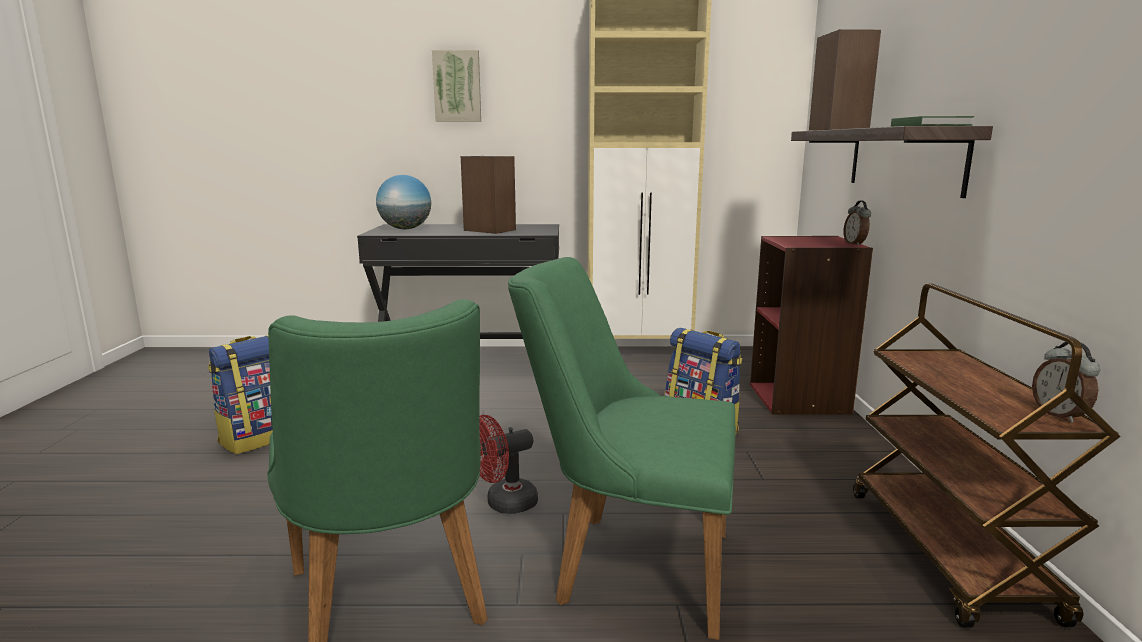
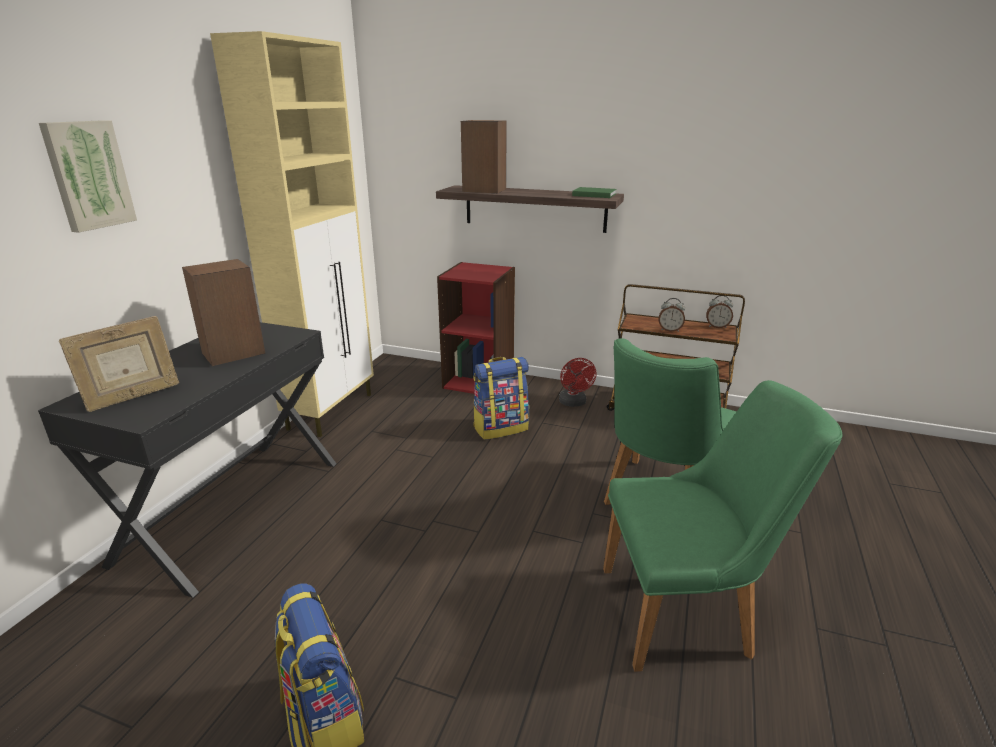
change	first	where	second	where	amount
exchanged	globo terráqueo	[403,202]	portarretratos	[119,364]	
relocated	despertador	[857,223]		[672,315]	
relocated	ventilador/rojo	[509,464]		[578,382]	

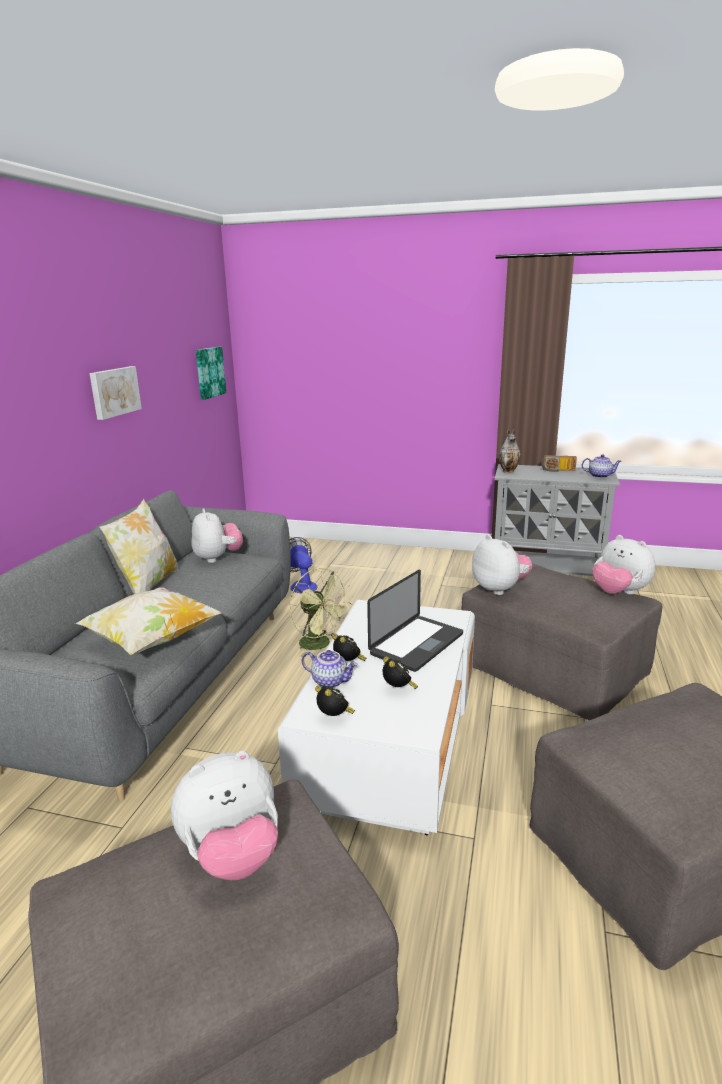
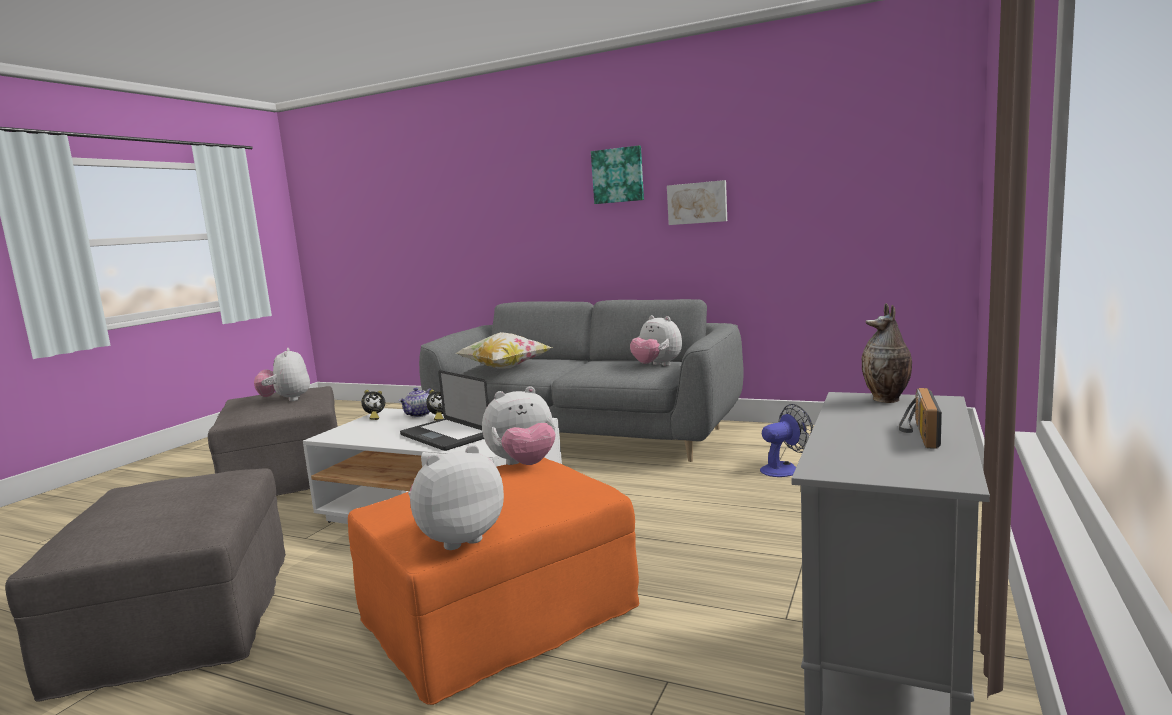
change	first	where	second	where	amount
relocated	cuadro	[211,373]		[617,174]	
missing	tetera	[601,466]			
missing	cojín	[139,546]			
spun	peluche	[217,535]		[656,340]	60 degrees clockwise
colour	puf/gris	[561,642]	puf/naranja	[493,581]	
missing	ventilador/verde	[321,612]			
missing	despertador	[400,673]			

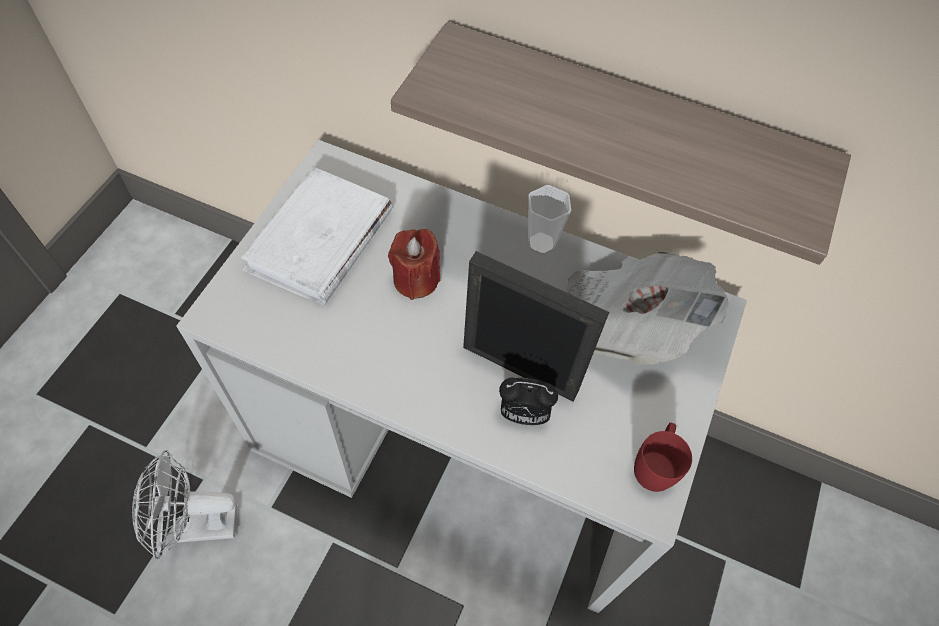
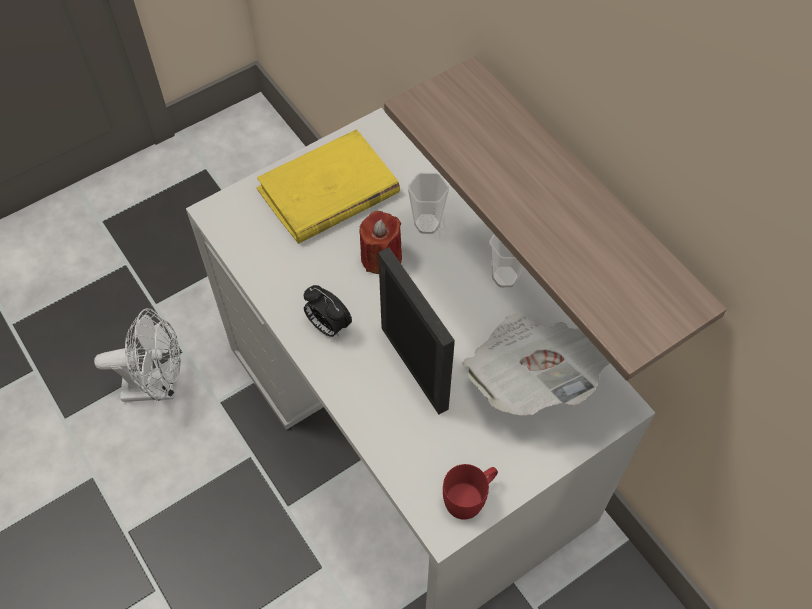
change	first	where	second	where	amount
colour	libro/blanco	[316,236]	libro/amarillo	[328,186]	
relocated	despertador	[528,401]		[328,311]	
spun	ventilador/blanco	[184,504]		[137,355]	150 degrees clockwise
appeared			taza	[428,203]	

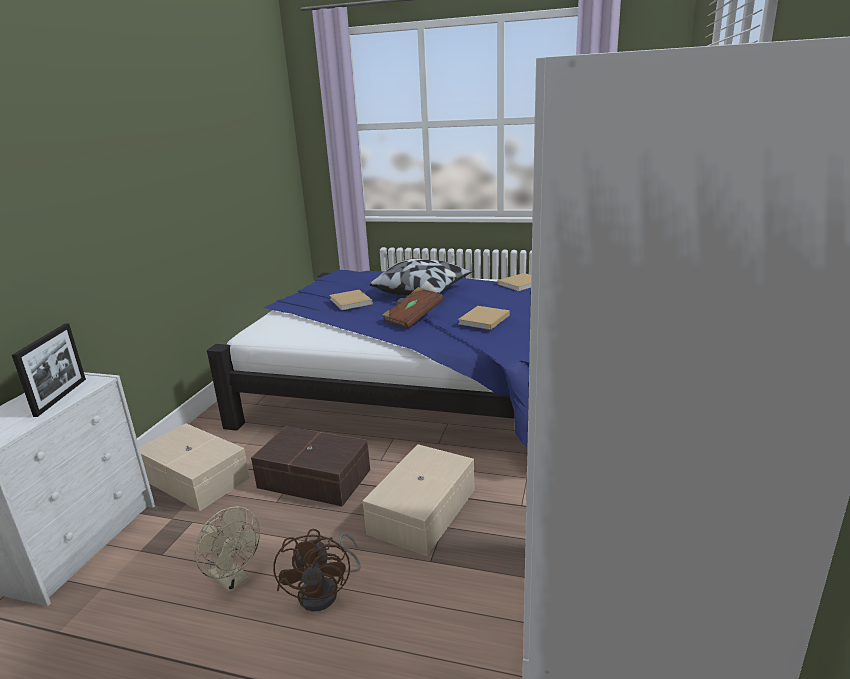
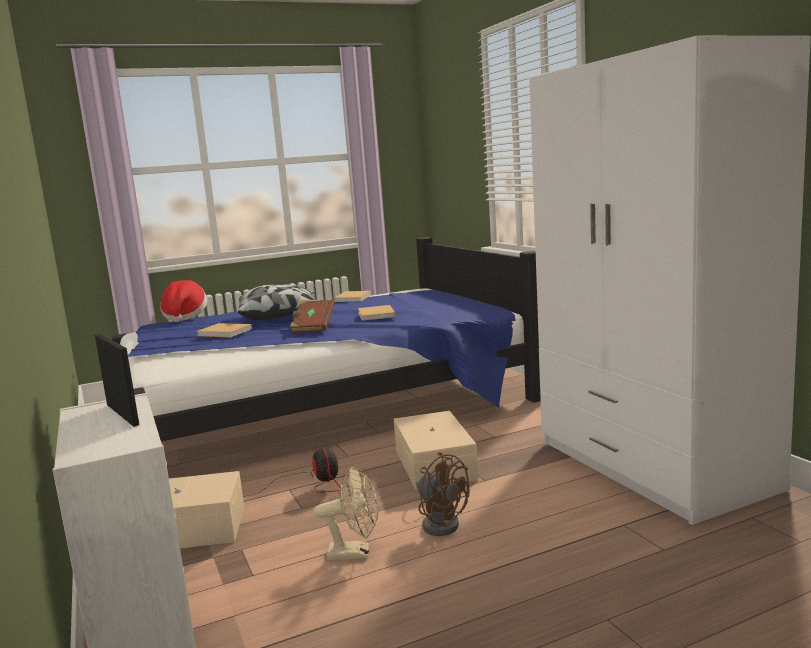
change	first	where	second	where	amount
exchanged	caja de almacenaje/marrón	[310,466]	ventilador	[294,471]	
appeared			sombrero	[184,301]	

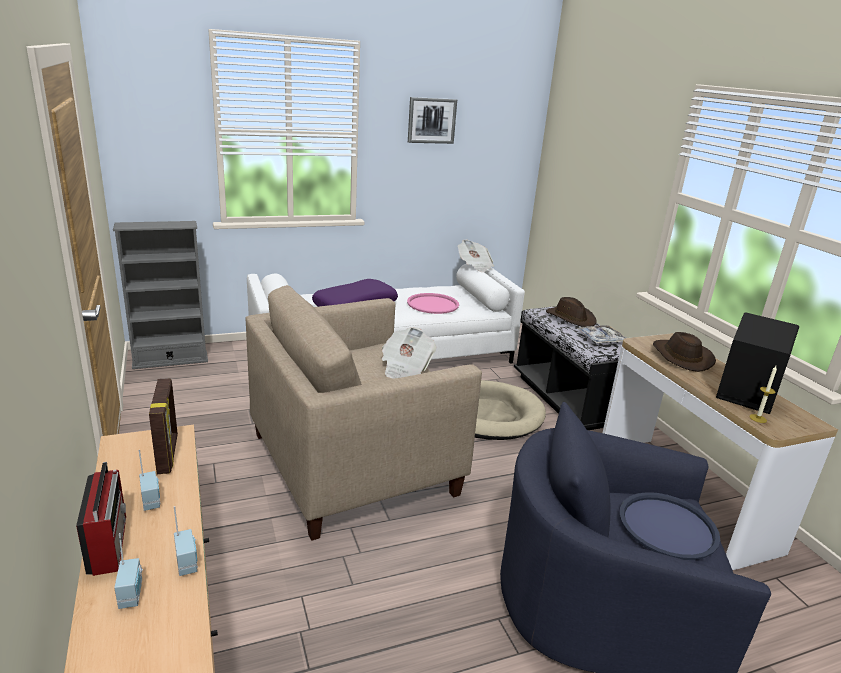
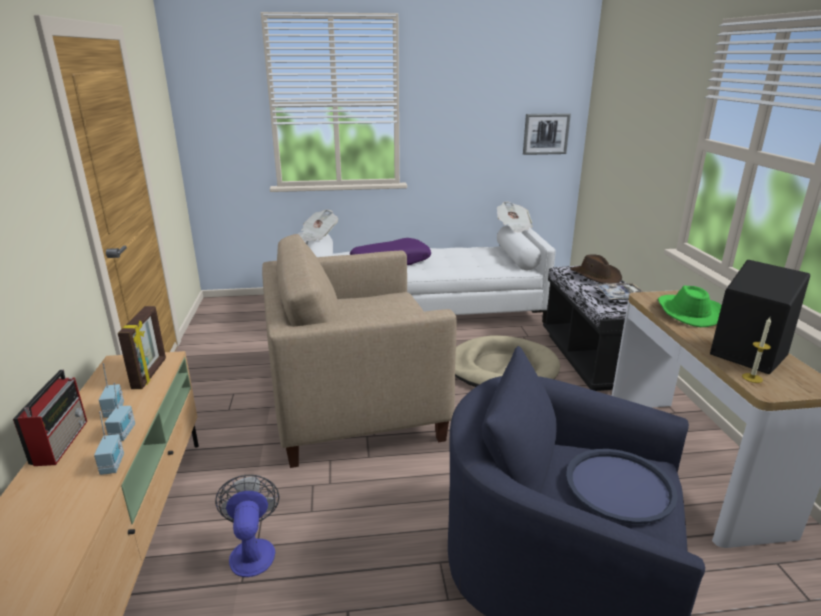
change	first	where	second	where	amount
relocated	cuadro	[432,120]		[547,134]	
missing	estantería/gris	[160,295]			
missing	bandeja/rosa	[433,303]			
relocated	periódico	[408,353]		[319,225]	
colour	sombrero/marrón	[684,352]	sombrero/verde	[690,306]	
relocated	radio	[128,571]		[120,412]	
appeared			ventilador	[247,526]	

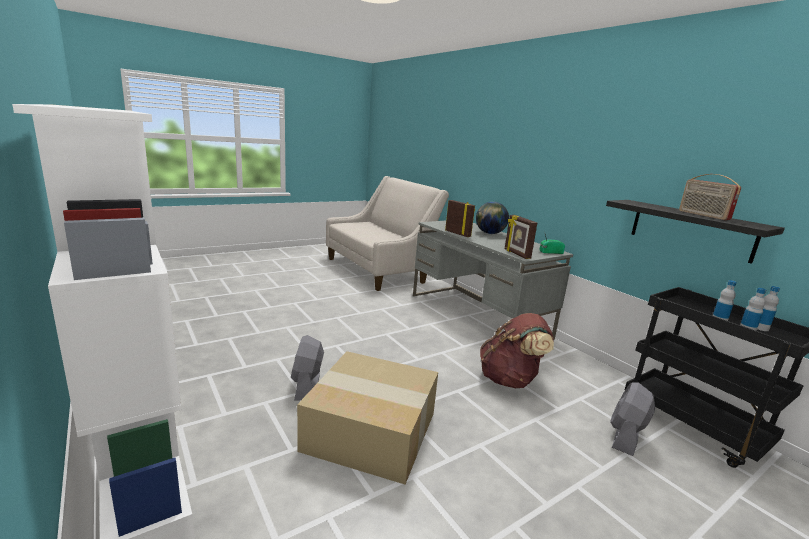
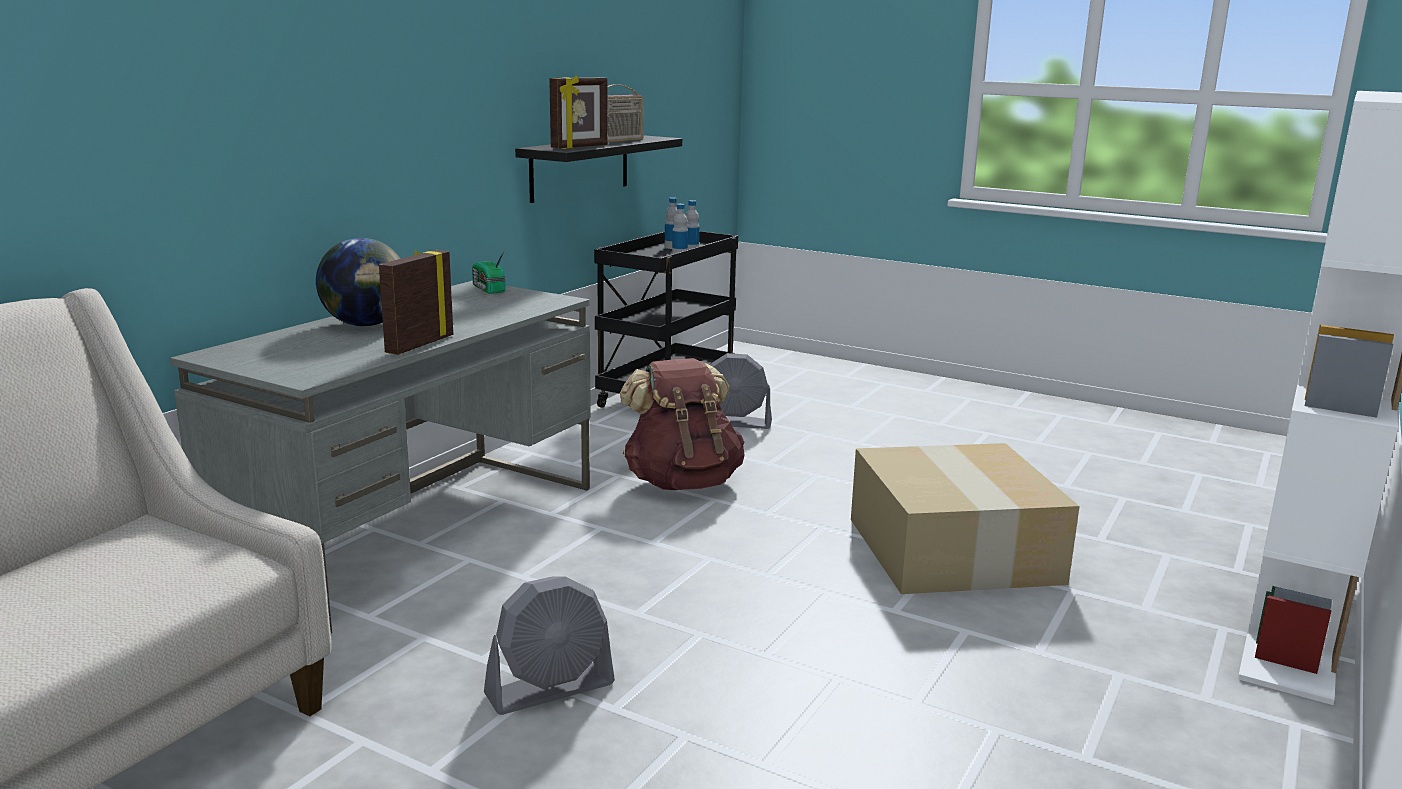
change	first	where	second	where	amount
relocated	portarretratos	[521,237]		[578,112]	
relocated	ventilador/gris	[307,368]		[549,646]	

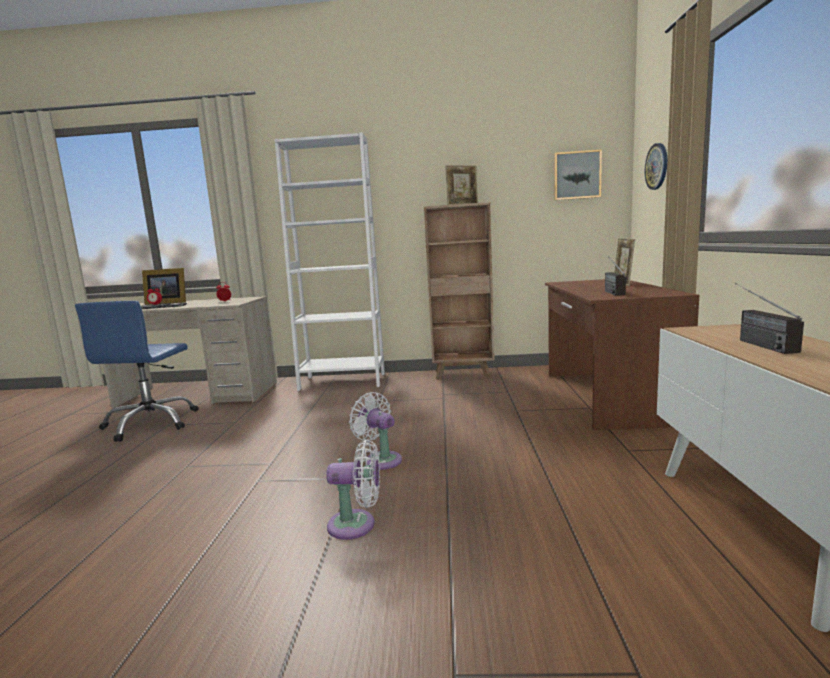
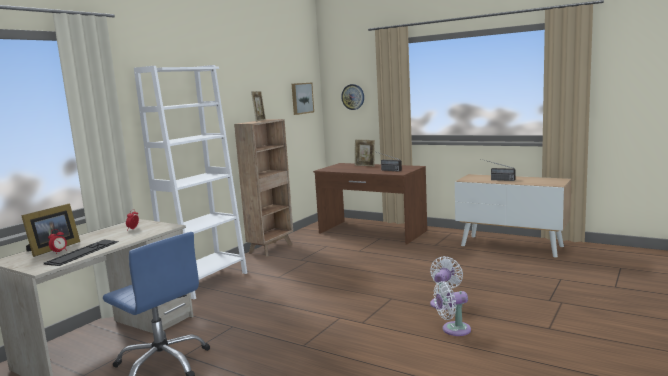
change	first	where	second	where	amount
relocated	ventilador/blanco	[375,431]		[452,308]	

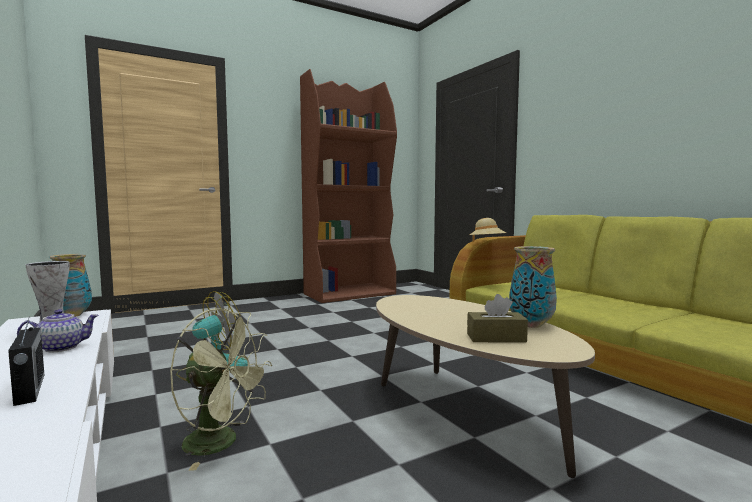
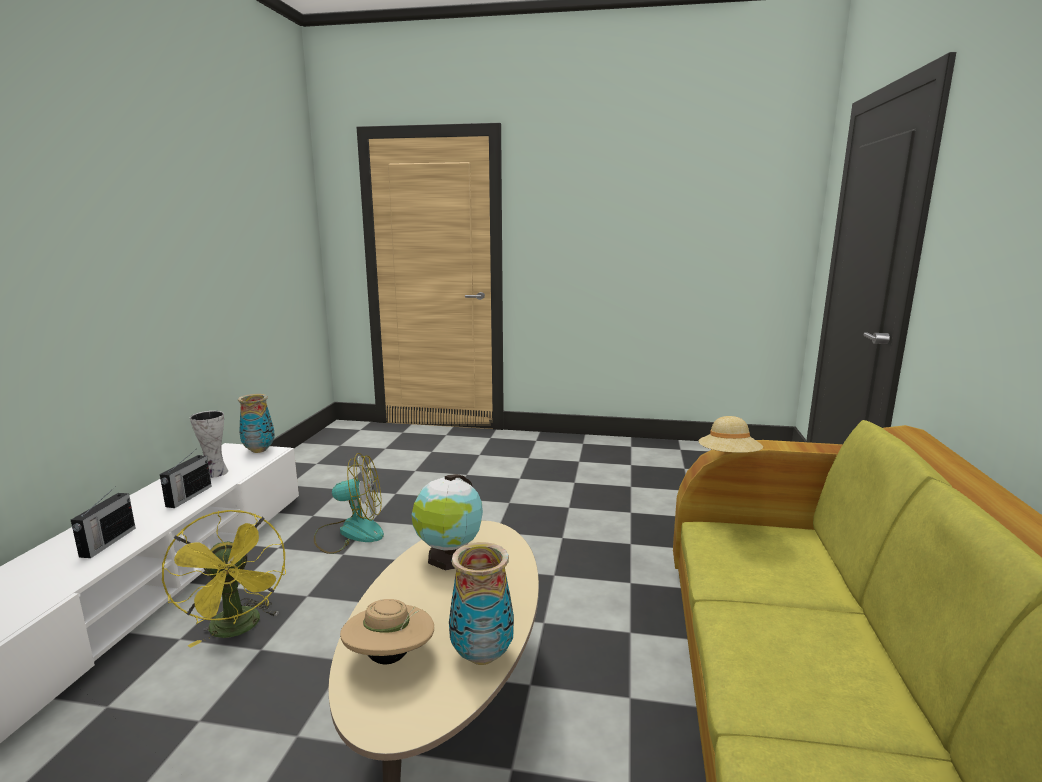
change	first	where	second	where	amount
missing	estantería/marrón	[348,186]			
exchanged	caja de pañuelos/marrón	[497,318]	sombrero/beis	[387,631]	
colour	ventilador/verde	[221,389]	ventilador/amarillo	[224,579]	
exchanged	tetera	[58,330]	radio	[186,479]	
appeared			globo terráqueo	[447,522]	

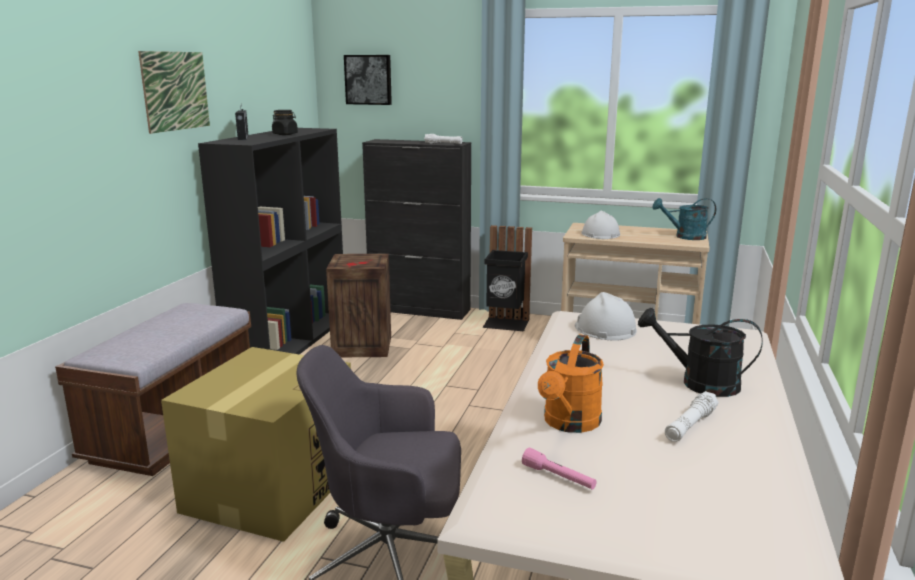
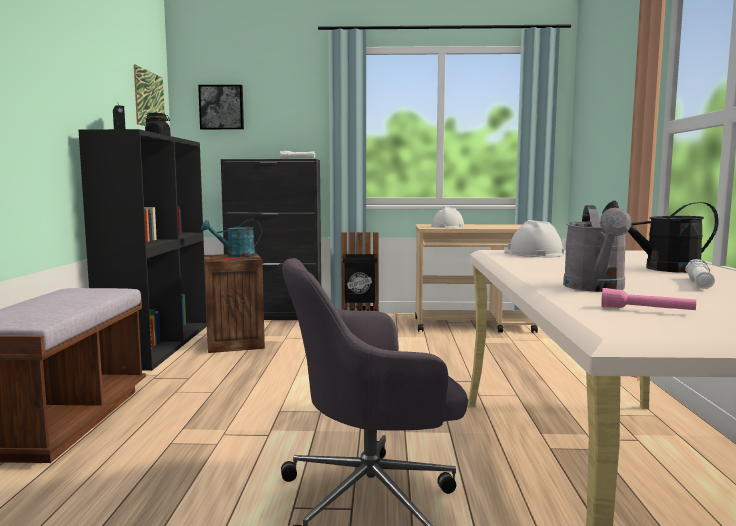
change	first	where	second	where	amount
relocated	cuadro	[174,92]		[149,95]	
relocated	regadera/turquesa	[684,219]		[231,238]	
colour	regadera/naranja	[571,383]	regadera/gris	[597,248]	
missing	caja de cartón	[256,444]			

